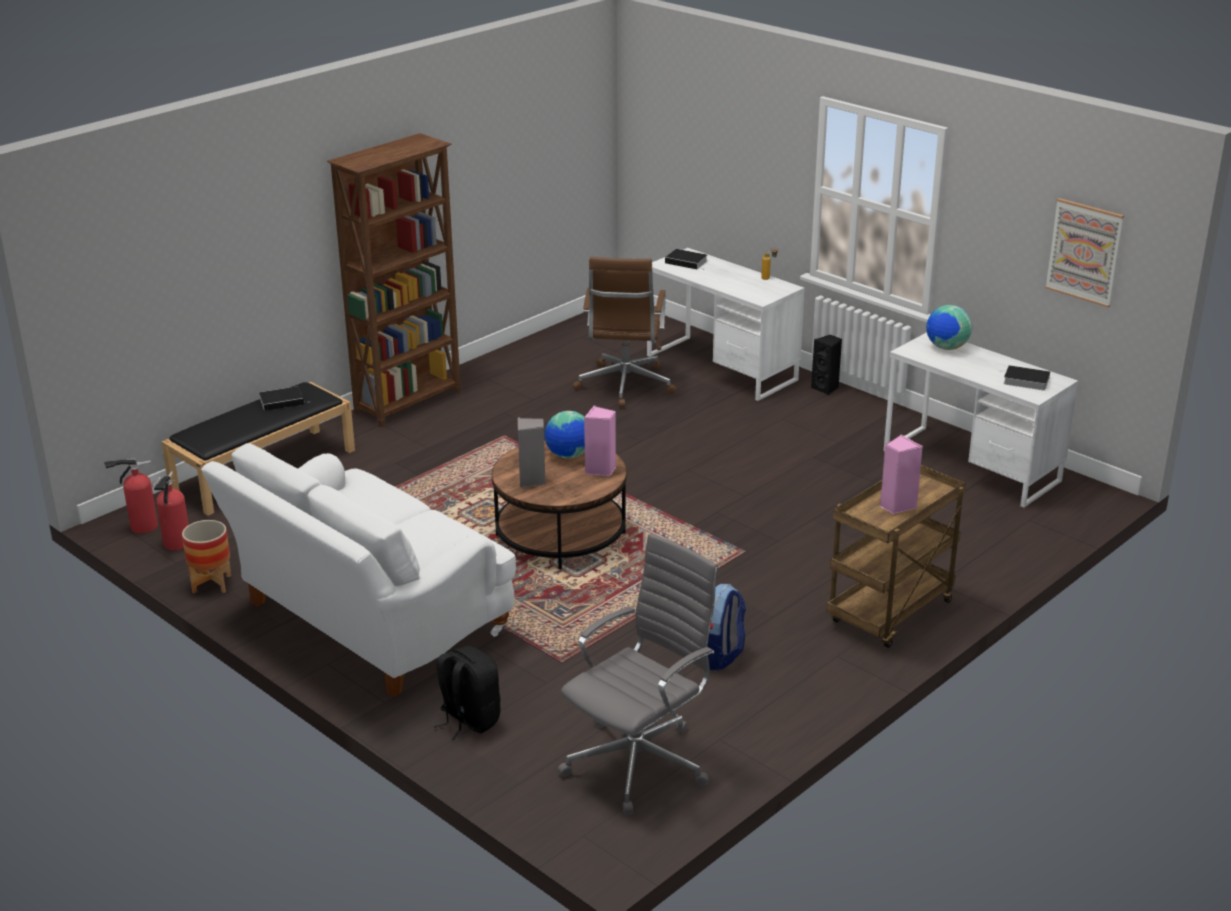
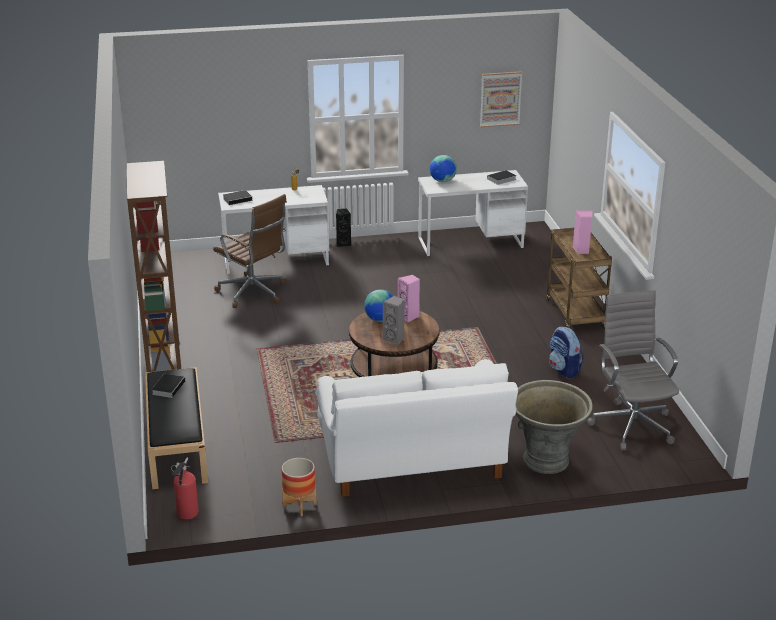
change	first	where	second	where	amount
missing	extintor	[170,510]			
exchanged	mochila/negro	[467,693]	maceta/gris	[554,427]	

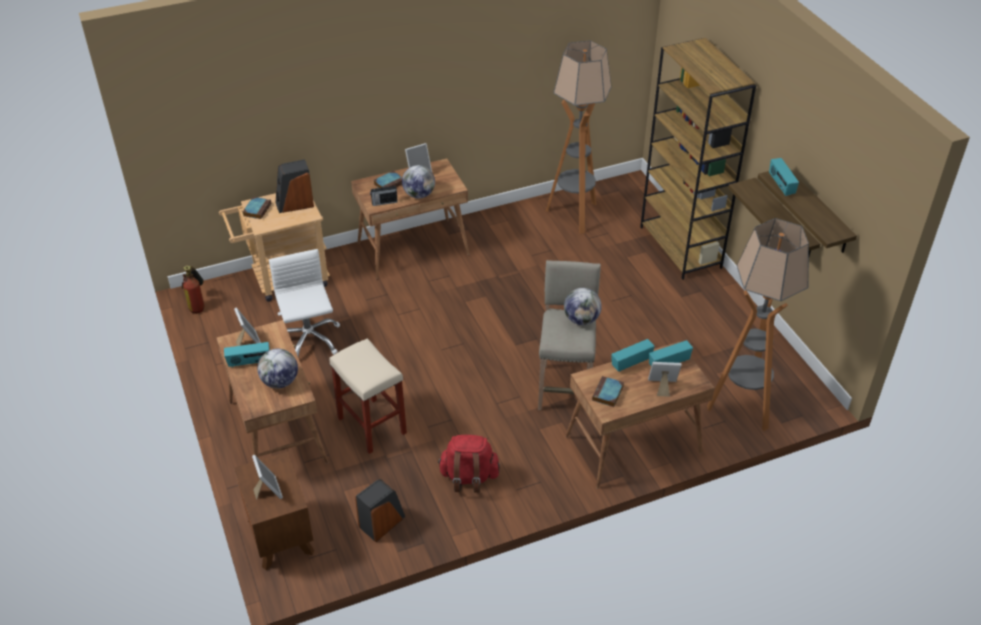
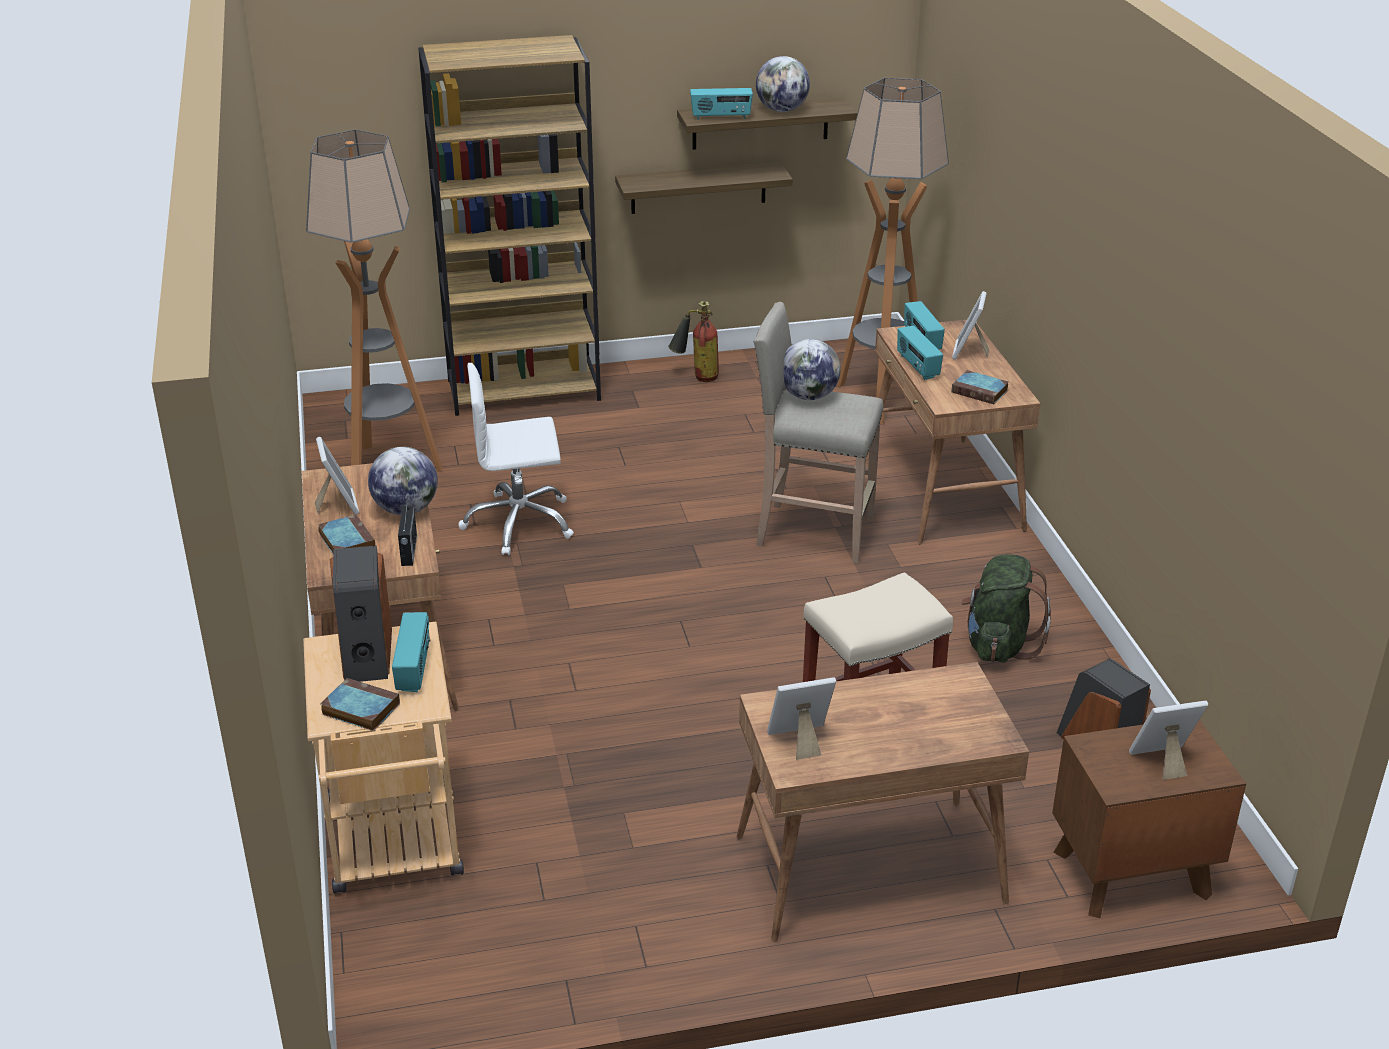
change	first	where	second	where	amount
relocated	silla de oficina/blanco	[304,303]		[516,459]	
relocated	extintor	[193,289]		[693,341]	
relocated	radio	[246,355]		[411,652]	
relocated	globo terráqueo	[277,368]		[783,84]	
colour	mochila/rojo	[469,464]	mochila/verde	[1006,608]	

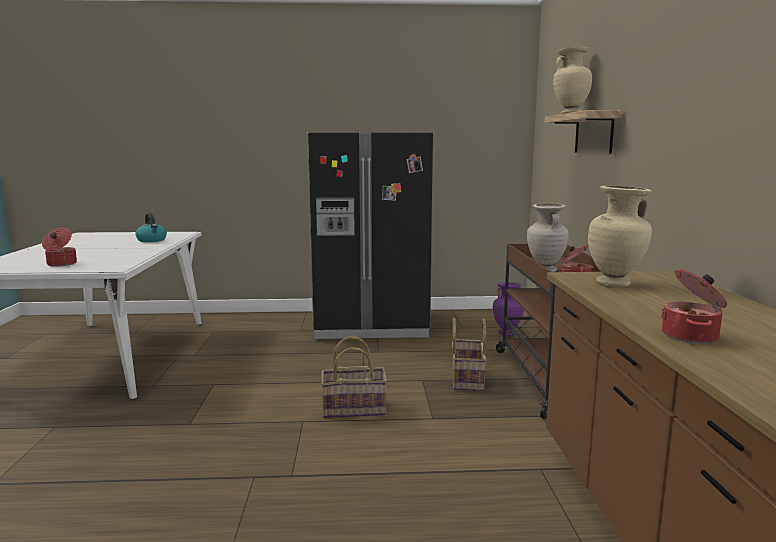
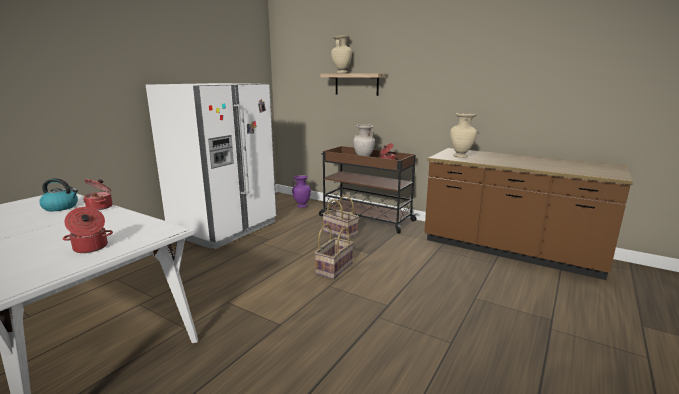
change	first	where	second	where	amount
colour	nevera/negro	[370,235]	nevera/blanco	[211,166]	
relocated	olla	[694,306]		[98,194]	

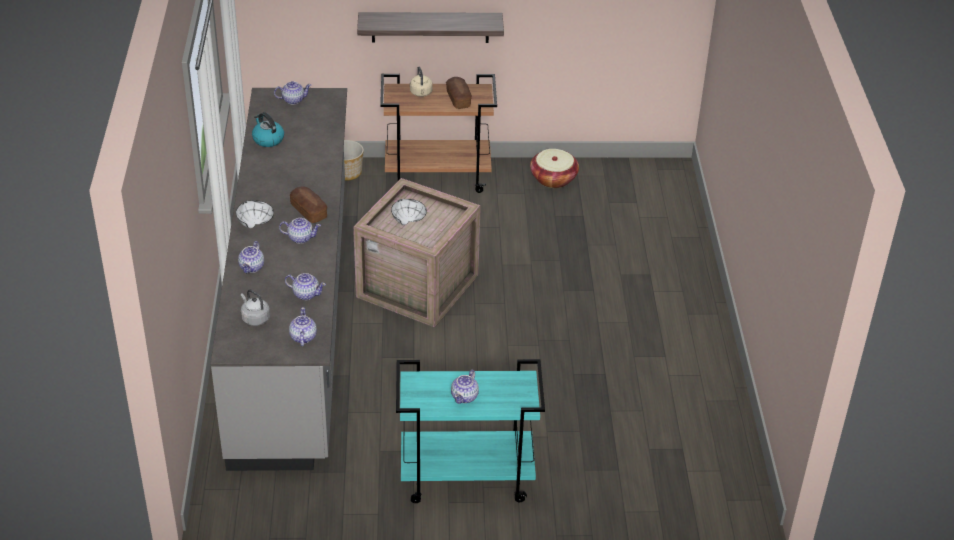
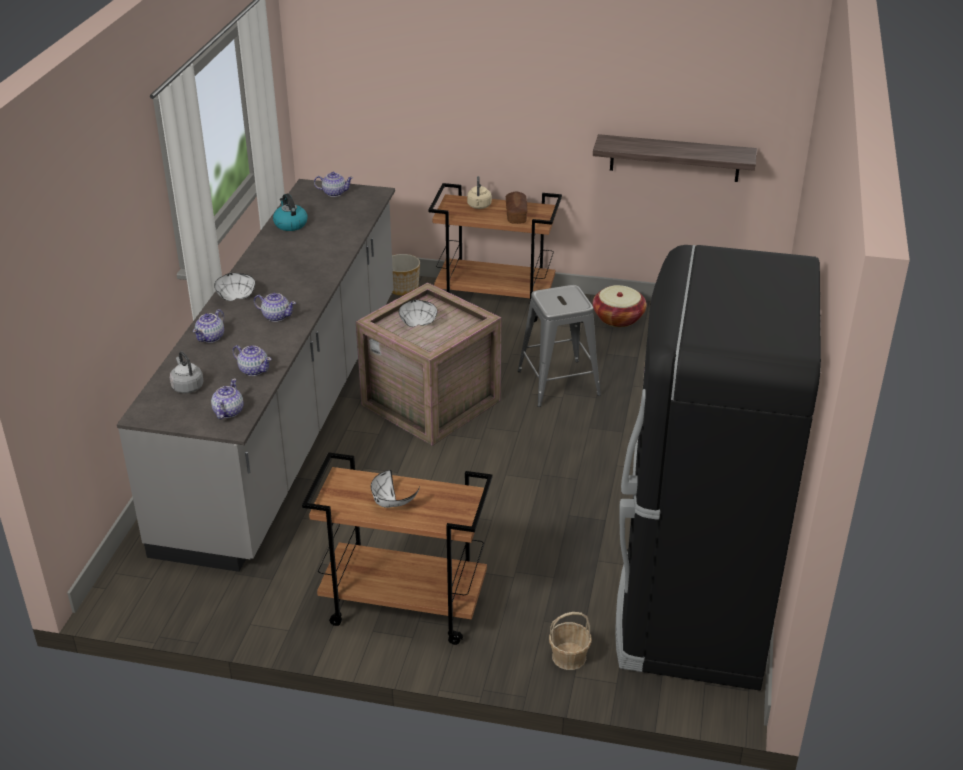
change	first	where	second	where	amount
relocated	estante	[430,27]		[675,158]	
missing	pan	[308,205]			
colour	carrito/turquesa	[470,431]	carrito/marrón	[397,548]	
exchanged	tetera	[465,387]	cuenco/blanco	[395,489]	
appeared			nevera/negro	[718,467]	
appeared			taburete/gris	[559,346]	
appeared			cesta	[570,641]	

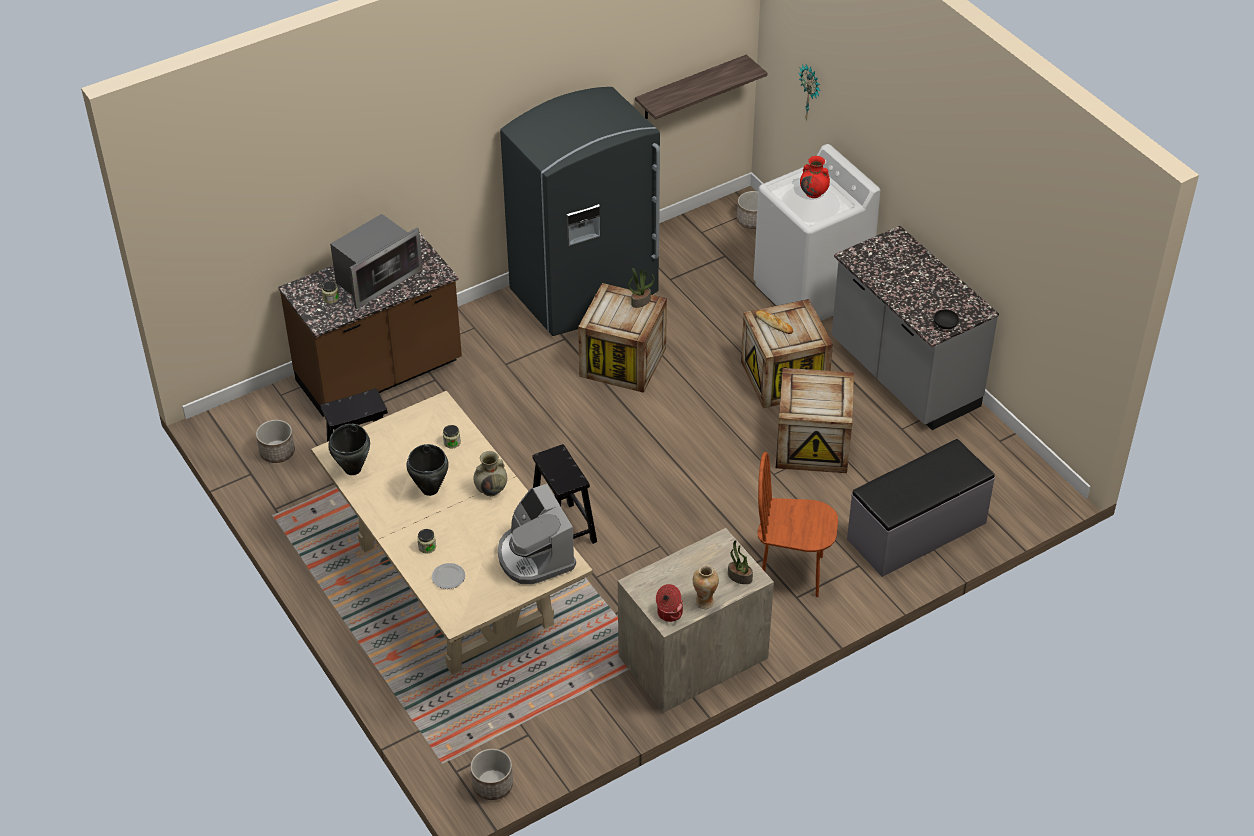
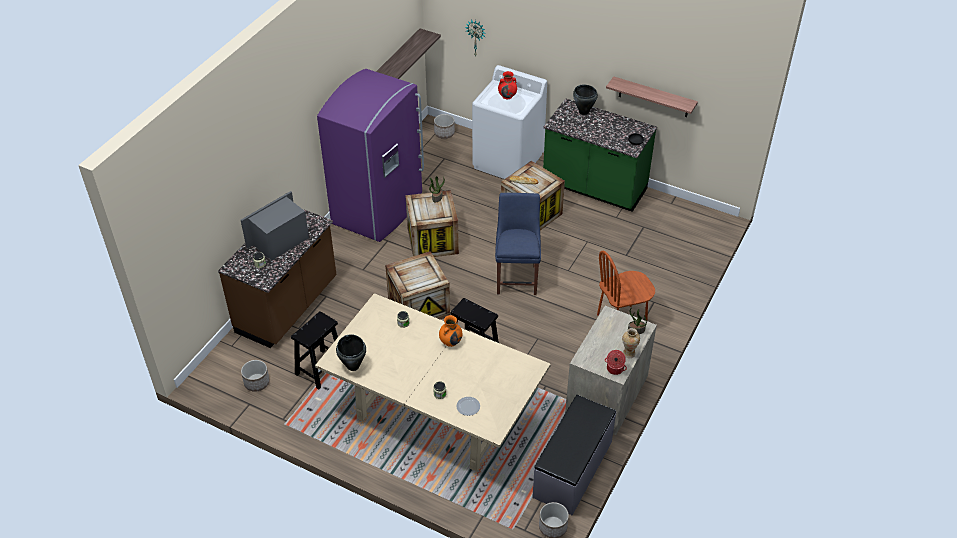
change	first	where	second	where	amount
colour	nevera/gris	[580,211]	nevera/morado	[370,155]	
spun	microondas	[376,261]		[275,226]	150 degrees counterclockwise
colour	mueble bajo de cocina/gris	[915,328]	mueble bajo de cocina/verde	[600,155]	
relocated	caja de embalaje	[815,420]		[417,285]	
relocated	banco/gris	[921,508]		[574,455]	
relocated	olla/negro	[427,470]		[585,99]	
colour	florero/beis	[490,473]	florero/naranja	[450,331]	
missing	cafetera	[537,534]			
appeared			estante	[652,96]	
appeared			silla/azul	[518,244]	

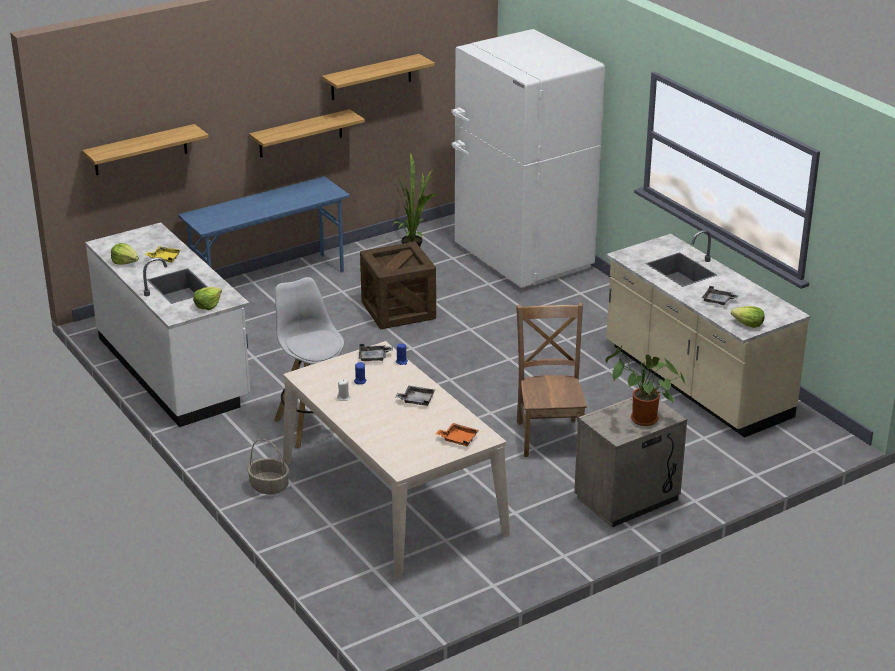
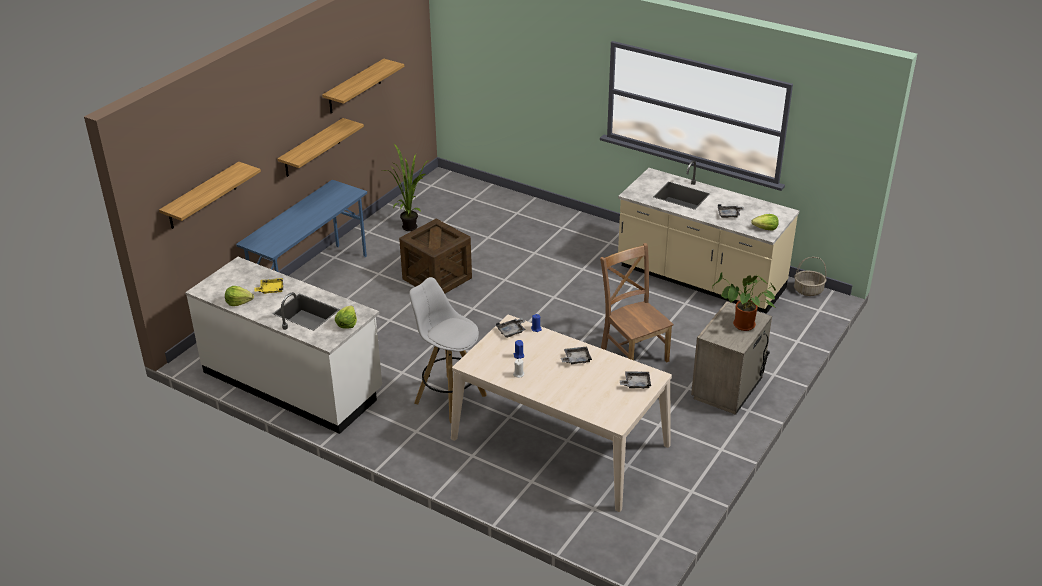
change	first	where	second	where	amount
missing	nevera/blanco	[528,158]			
colour	bandeja/naranja	[457,434]	bandeja/gris	[635,380]	
relocated	cesta	[268,467]		[810,276]	

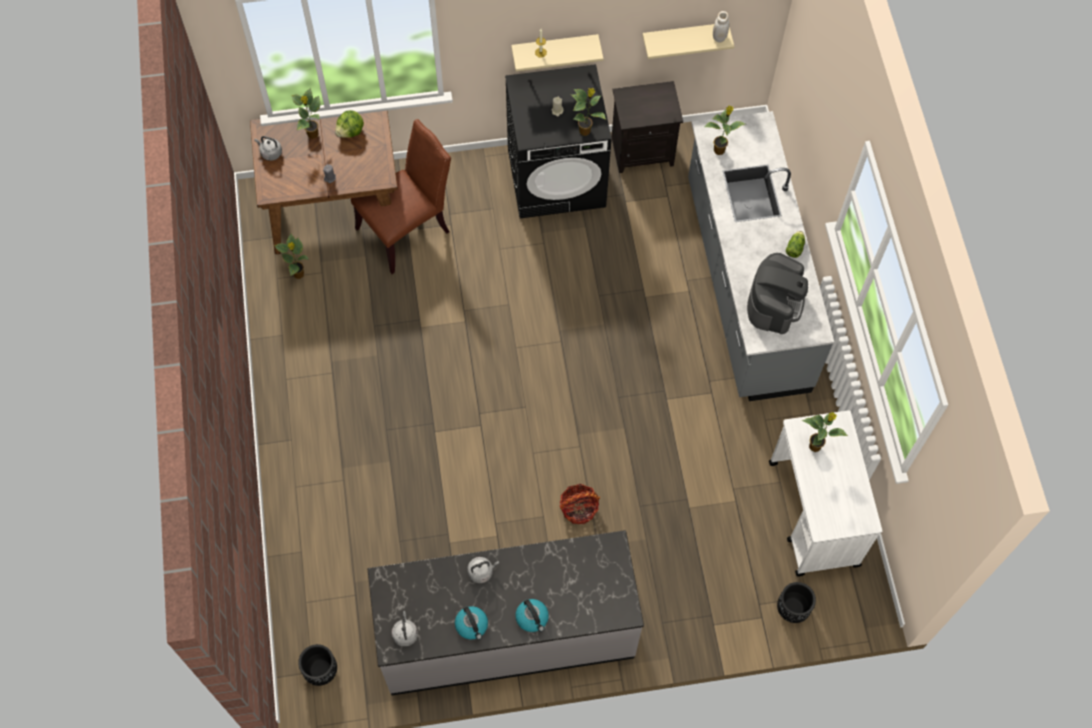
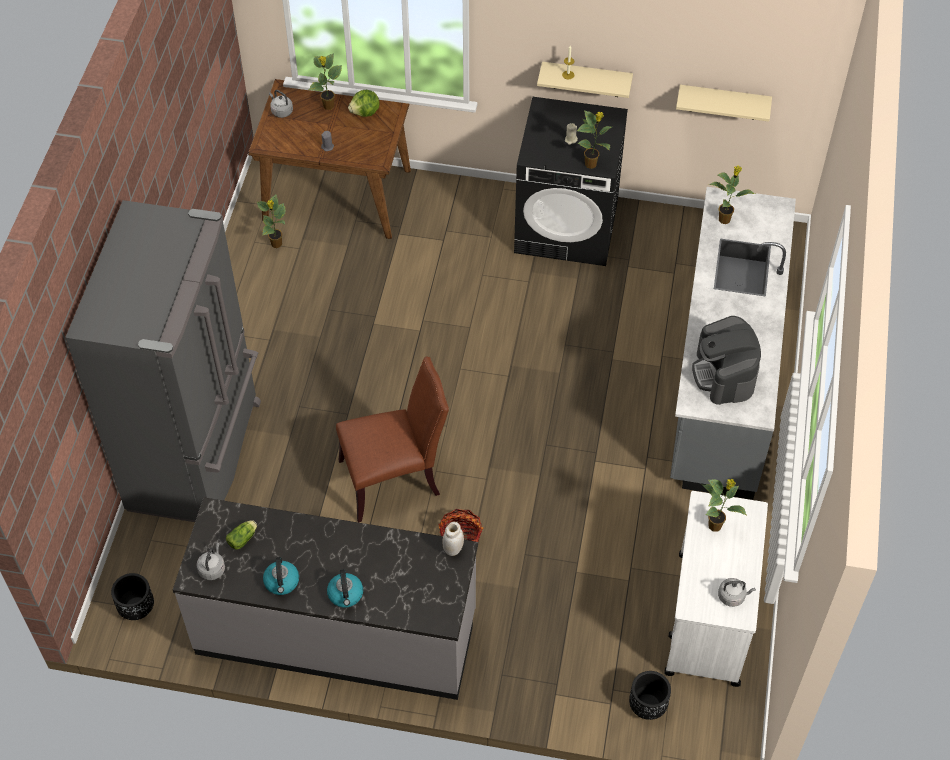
change	first	where	second	where	amount
relocated	tarro/blanco	[721,27]		[453,539]	
missing	mesita de noche/negro	[647,127]			
relocated	silla/marrón	[401,196]		[392,439]	
relocated	lechuga	[795,244]		[241,535]	
spun	cafetera	[777,293]		[726,360]	135 degrees clockwise
relocated	hervidor/gris	[483,570]		[737,592]	
appeared			nevera/gris	[163,361]	

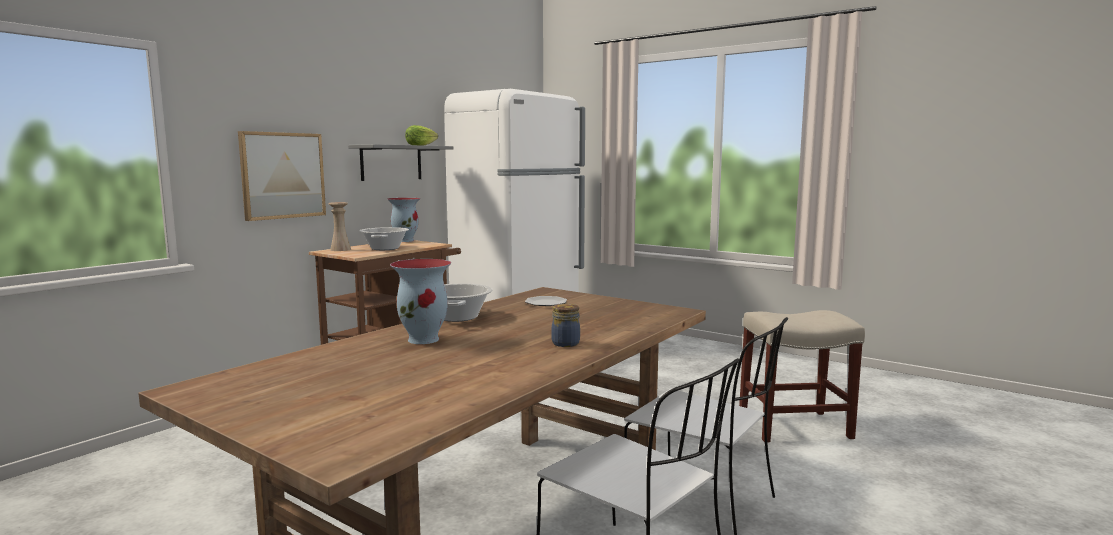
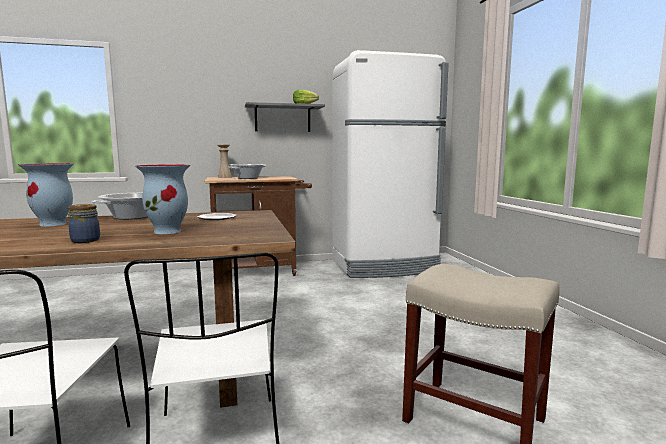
change	first	where	second	where	amount
missing	cuadro	[282,176]			
relocated	florero	[403,220]		[163,199]	

